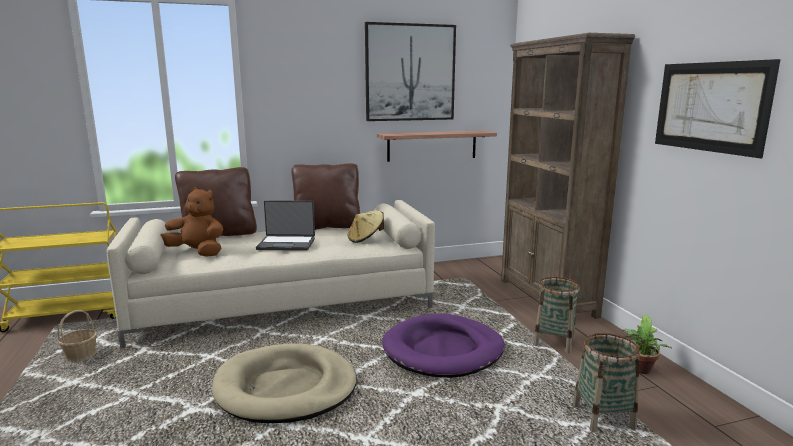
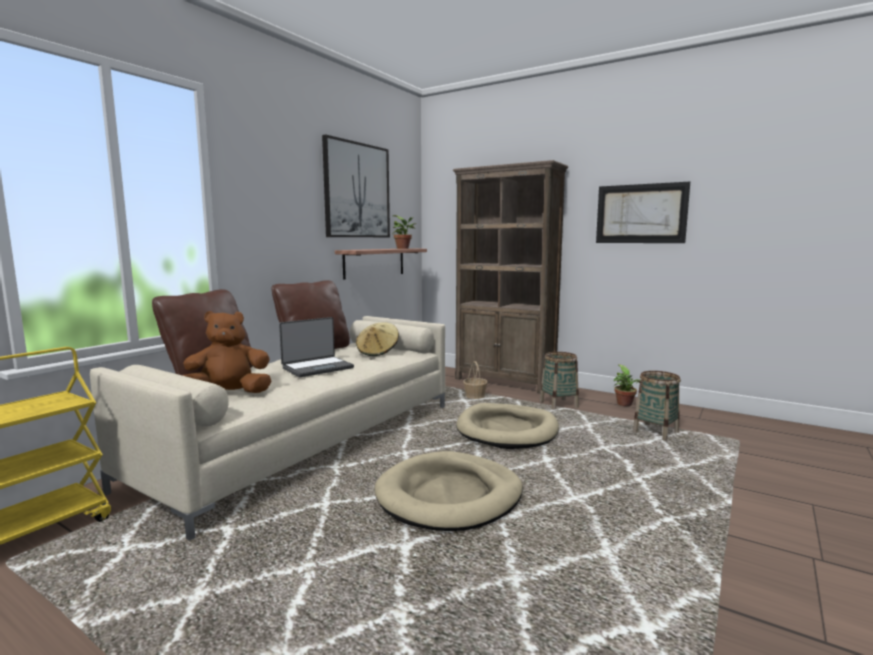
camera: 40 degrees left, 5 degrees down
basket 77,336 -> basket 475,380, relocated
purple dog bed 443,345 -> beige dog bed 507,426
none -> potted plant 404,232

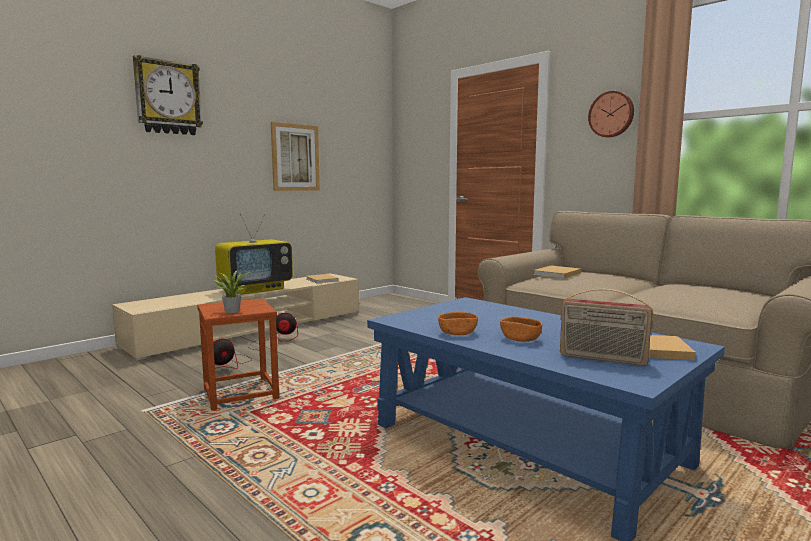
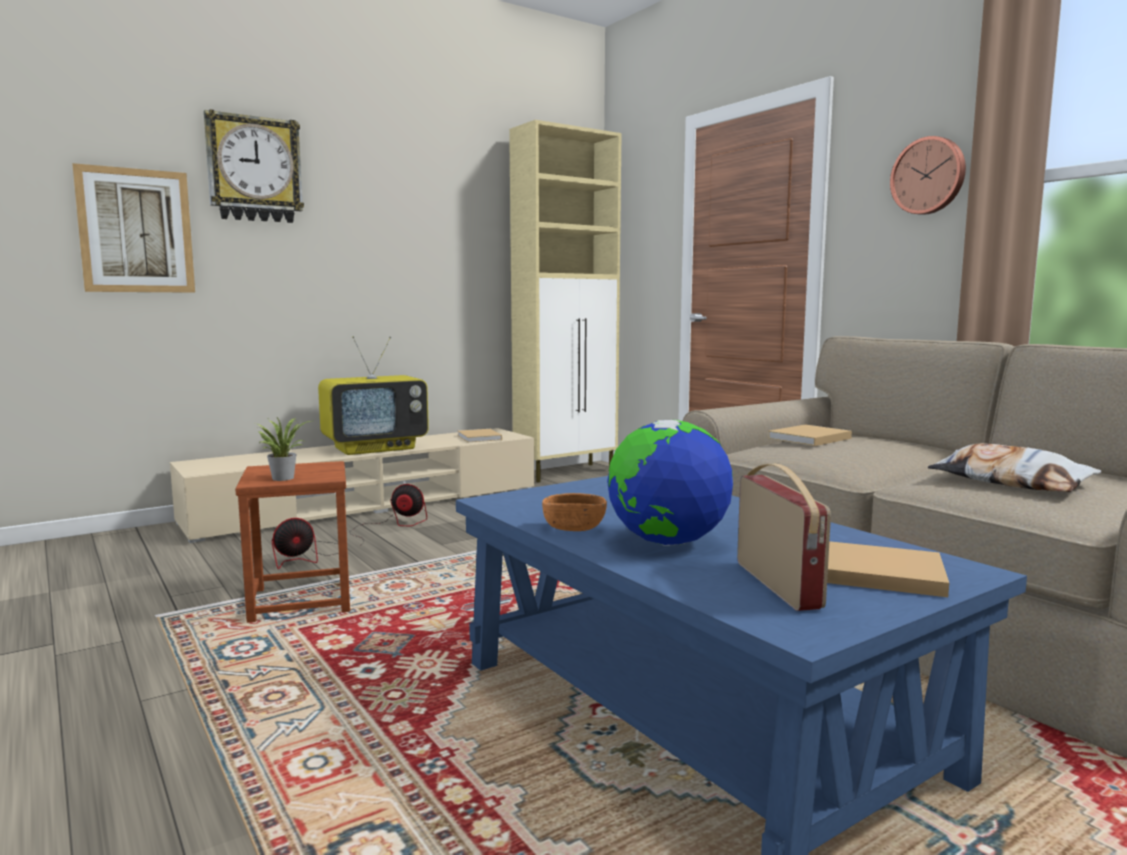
camera: 10 degrees right, 0 degrees up
picture 295,156 -> picture 133,228, relocated
radio 606,327 -> radio 784,537, 135 degrees counterclockwise
orange bowl 521,329 -> globe 670,483
none -> beige cabinet 565,301
none -> pillow 1014,467

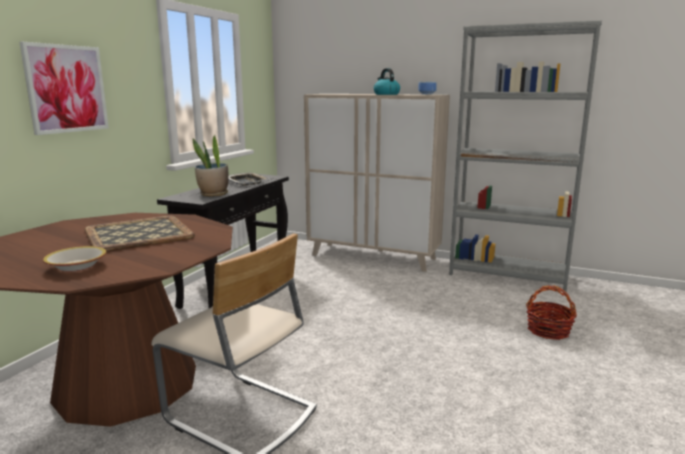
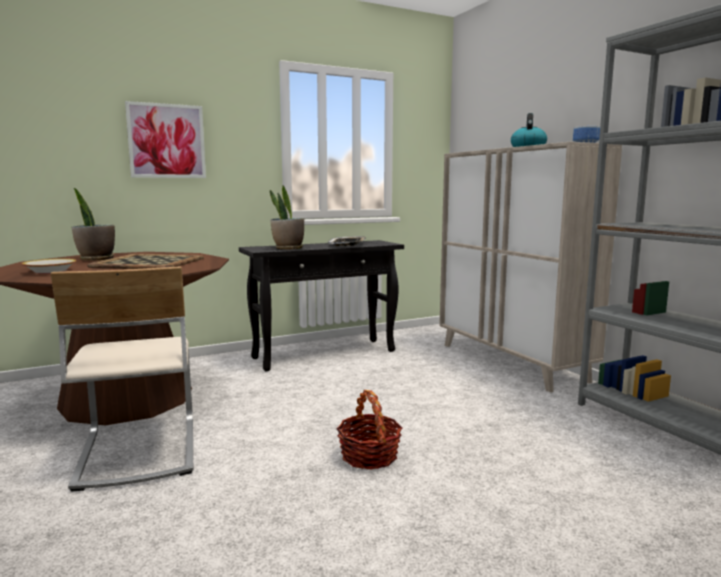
camera: 40 degrees right, 5 degrees down
basket 551,313 -> basket 369,429, relocated
none -> potted plant 93,224

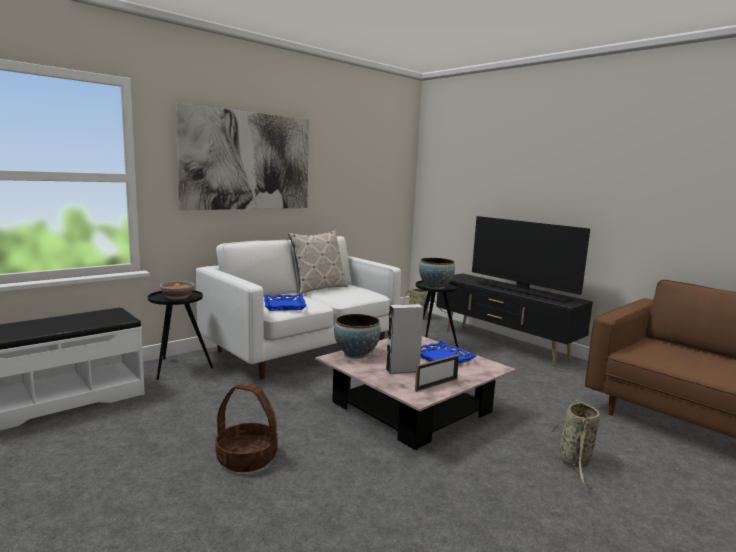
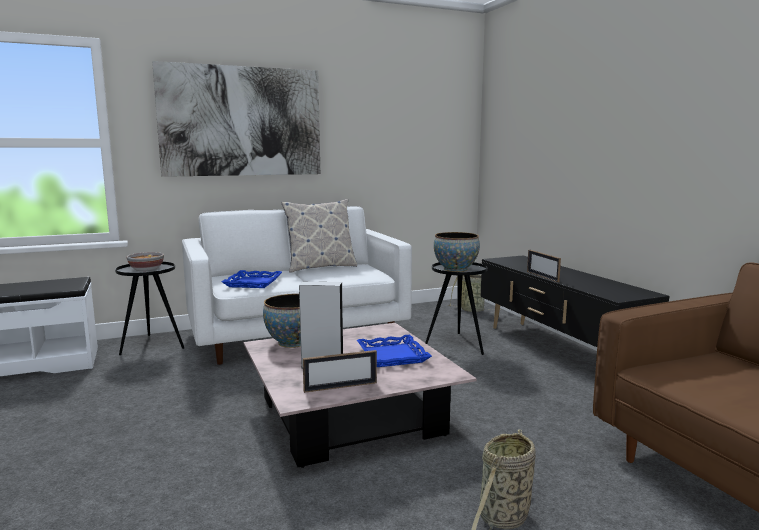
camera: 20 degrees right, 0 degrees up
television 531,259 -> none
basket 246,427 -> none
none -> picture frame 544,266

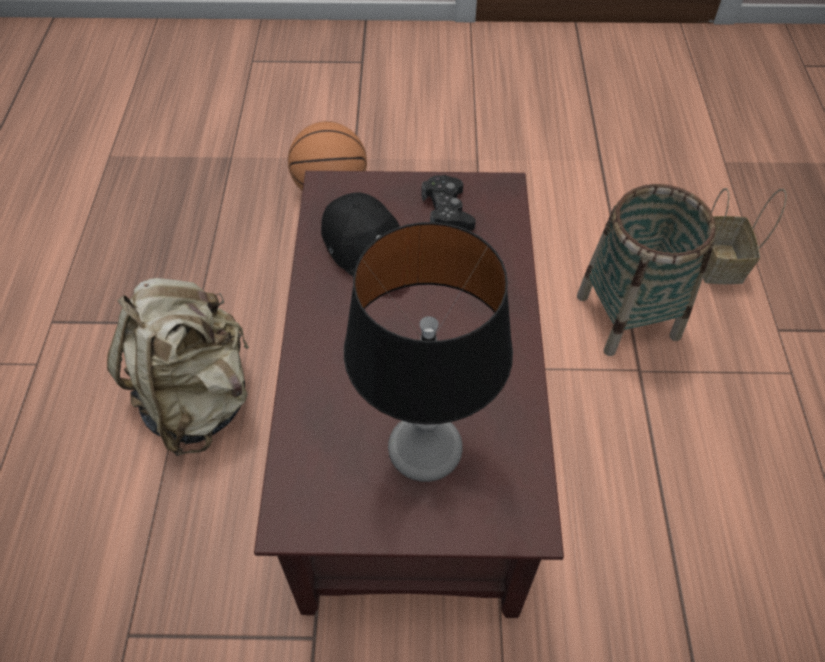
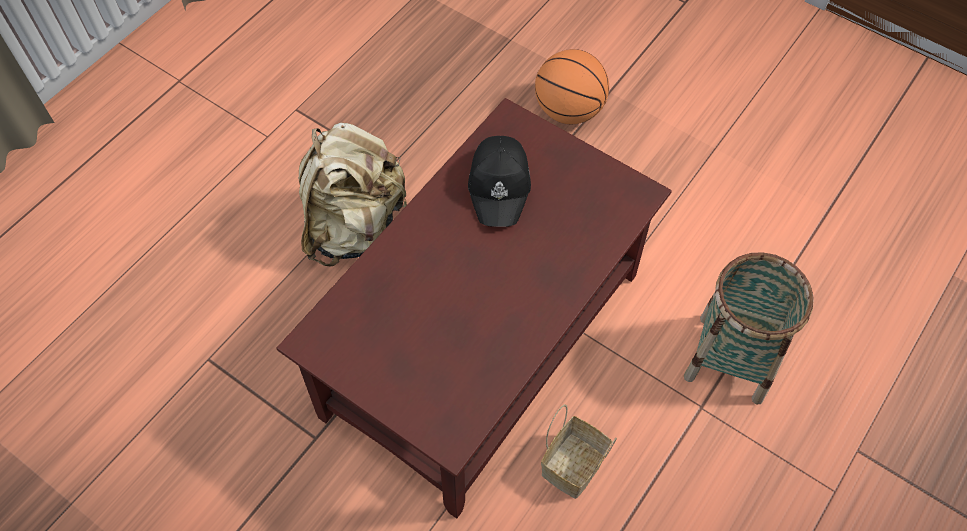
camera: 35 degrees right, 5 degrees up
black game controller 448,203 -> none
basket 745,236 -> basket 579,451, relocated
table lamp 428,352 -> none

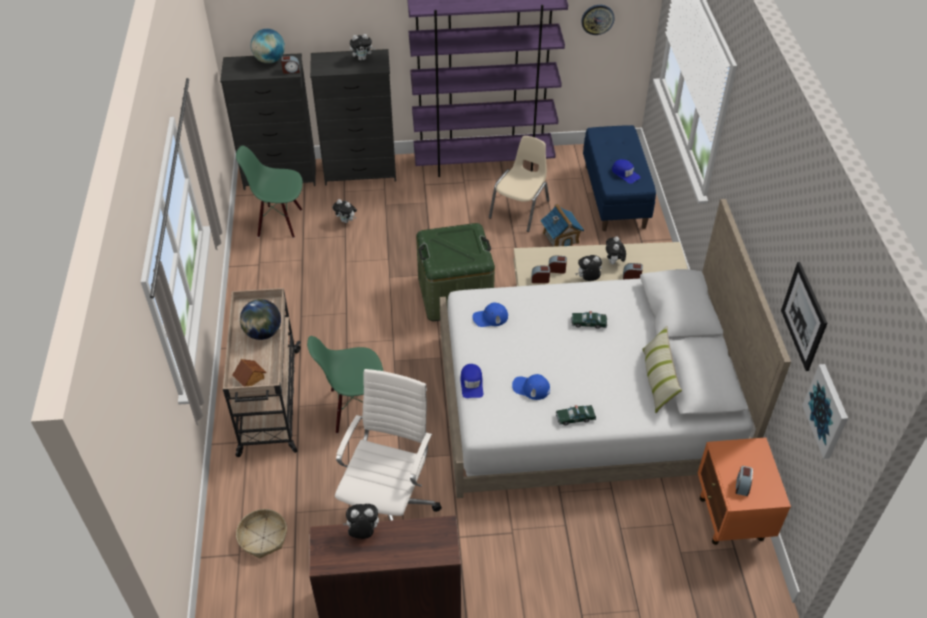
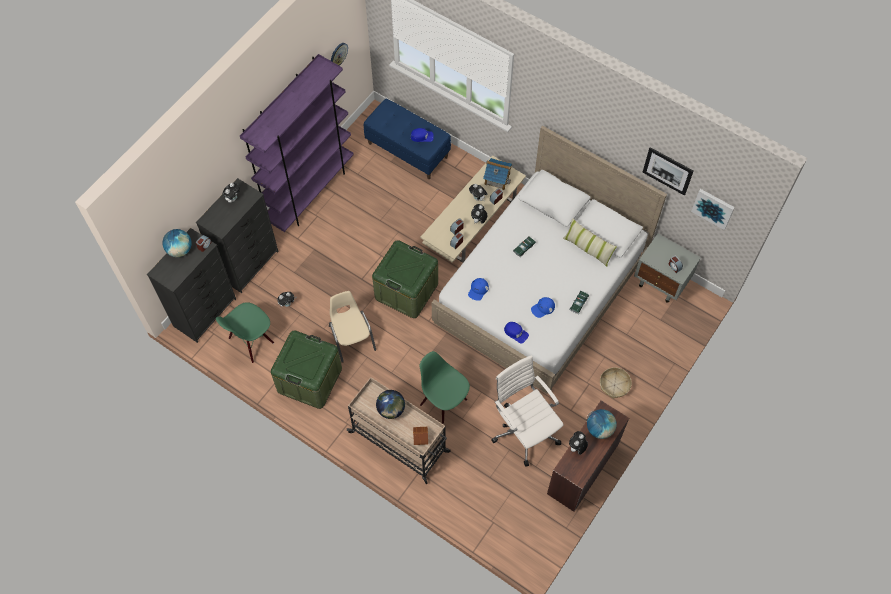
camera: 50 degrees left, 15 degrees up
beige chair 519,184 -> beige chair 352,327, relocated
toy house 562,225 -> toy house 497,174, relocated
green chair 345,385 -> green chair 445,387, 105 degrees clockwise
orange nightstand 744,491 -> grey nightstand 667,268
basket 261,533 -> basket 616,382, relocated
none -> green storage box 306,369
none -> globe 602,424

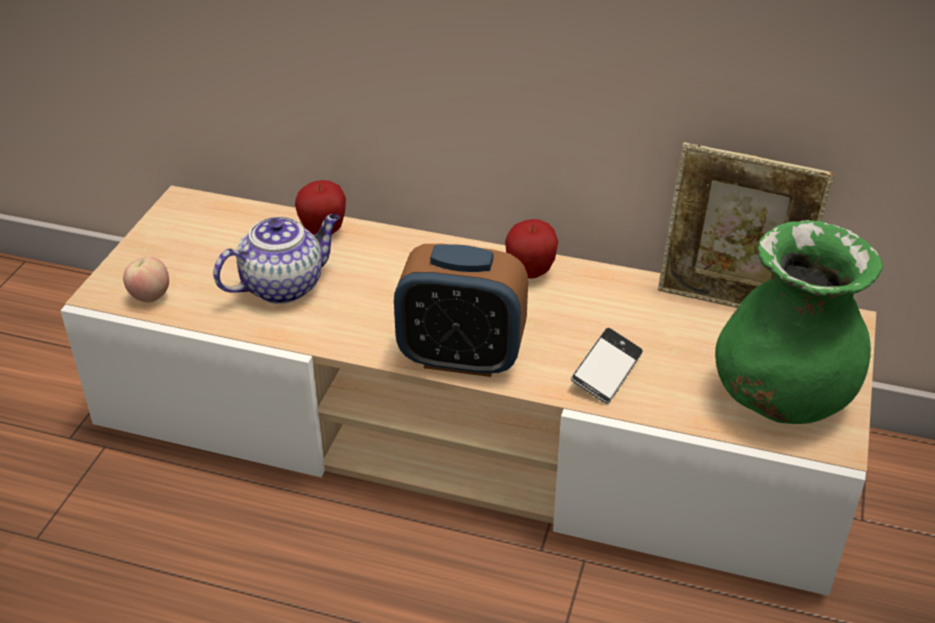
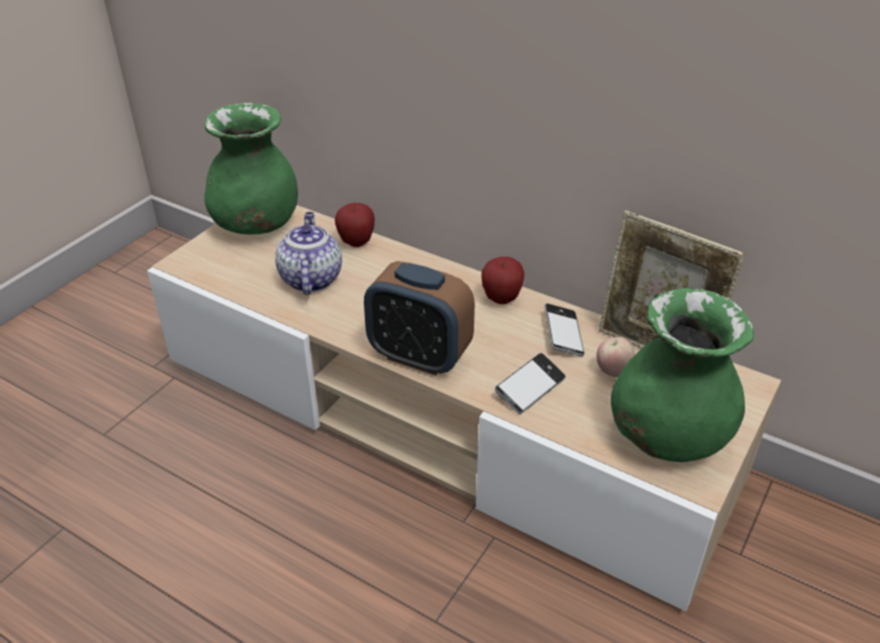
camera: 15 degrees right, 0 degrees up
teapot 276,259 -> teapot 308,253, 75 degrees counterclockwise
apple 146,279 -> apple 615,357, relocated
none -> green vase 251,169
none -> phone 564,329

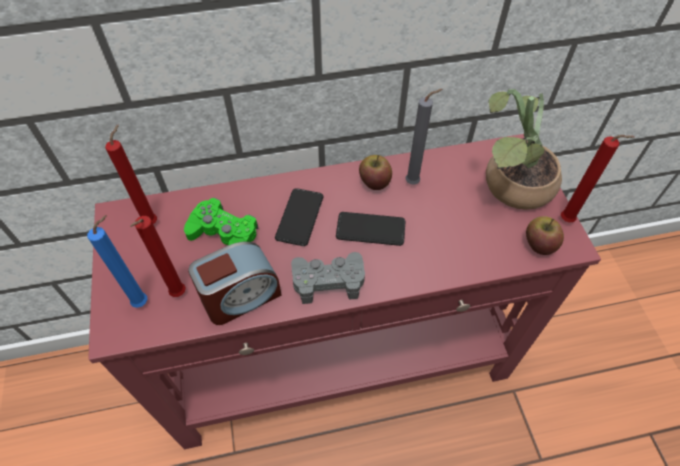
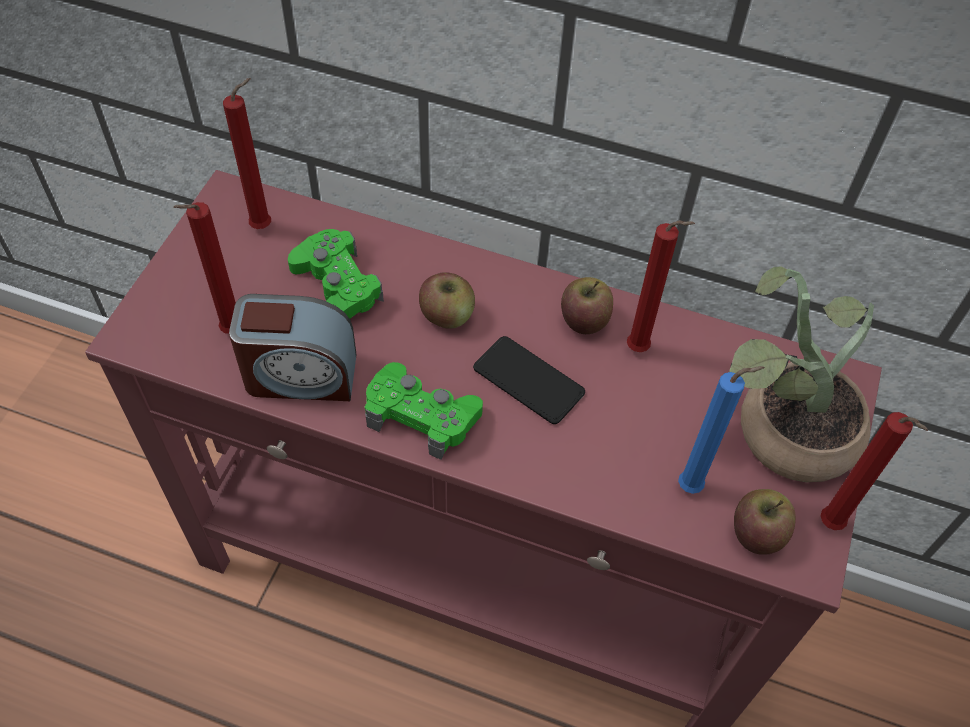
camera: 30 degrees right, 0 degrees up
grey candle 424,137 -> red candle 661,286
phone 299,217 -> apple 447,300
blue candle 117,261 -> blue candle 721,430, relocated
grey game controller 328,278 -> green game controller 424,411

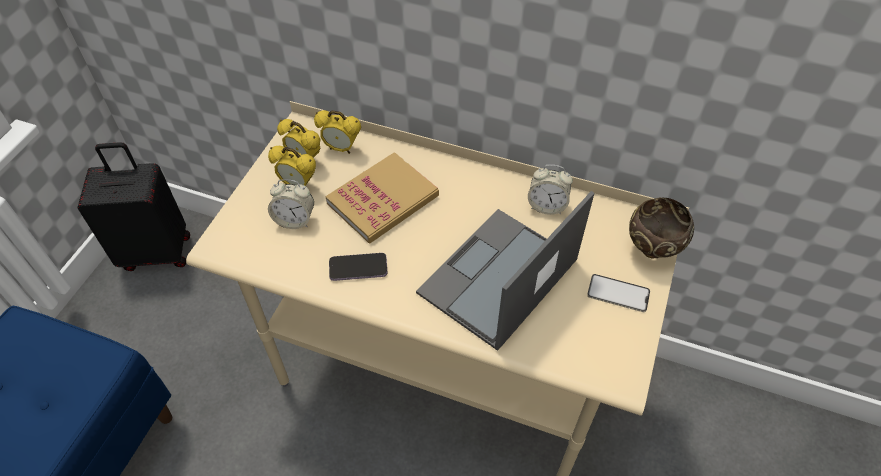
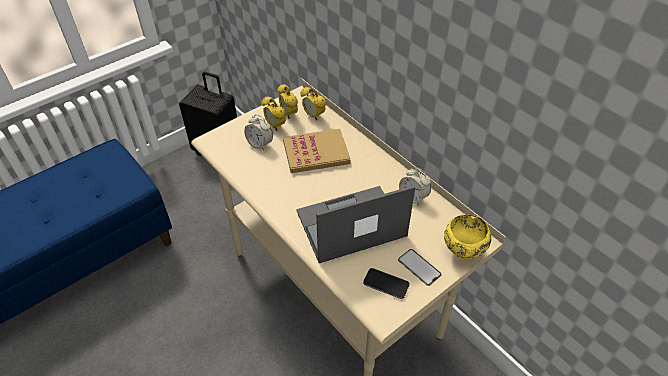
camera: 30 degrees right, 5 degrees down
brown bowl 661,227 -> yellow bowl 467,237
phone 358,267 -> phone 386,283, relocated

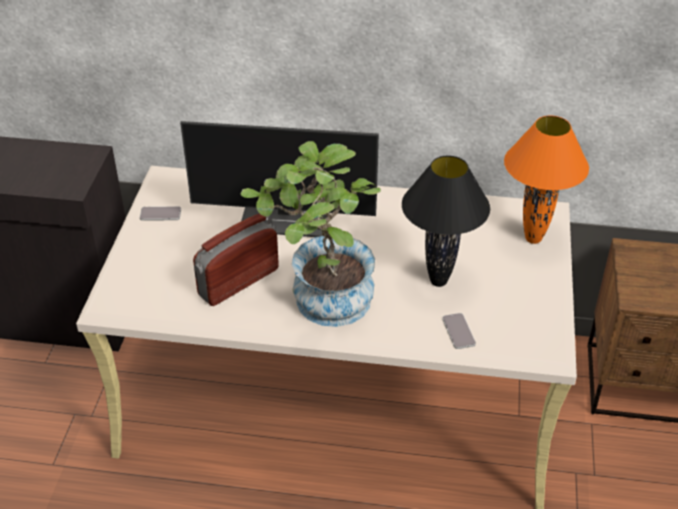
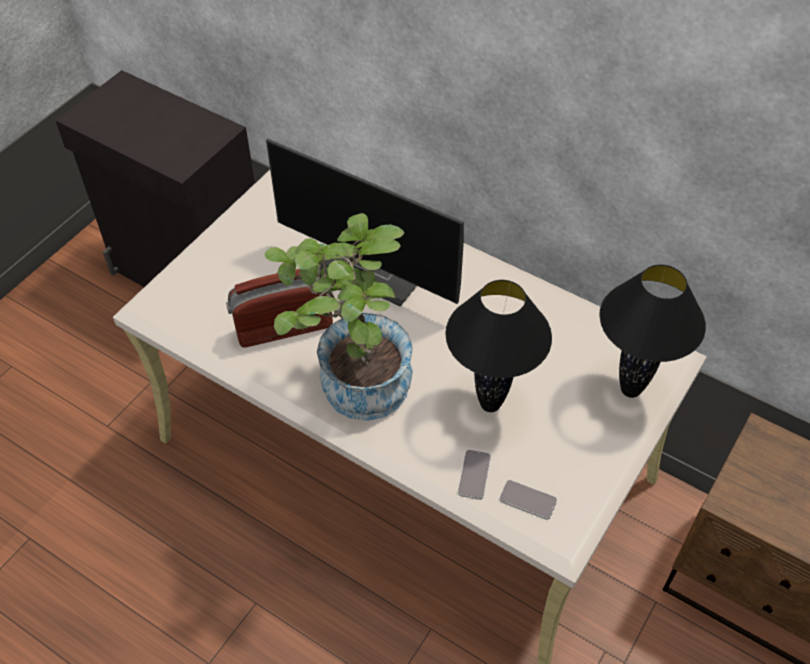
camera: 25 degrees right, 10 degrees up
orange table lamp 546,180 -> black table lamp 652,331
phone 160,213 -> phone 528,500, relocated

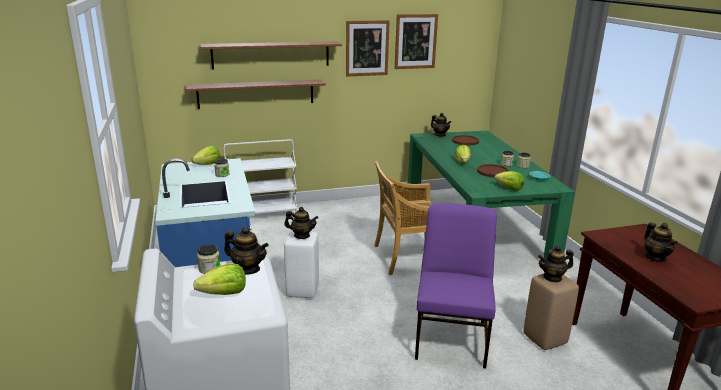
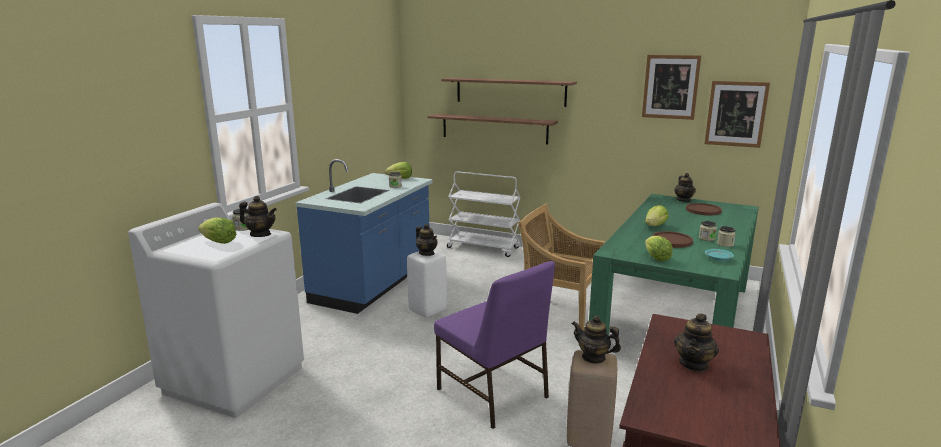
camera: 40 degrees right, 5 degrees down
picture 368,48 -> picture 737,114, relocated
purple chair 456,285 -> purple chair 494,345, 90 degrees clockwise
teapot 246,251 -> teapot 258,216, 45 degrees counterclockwise

